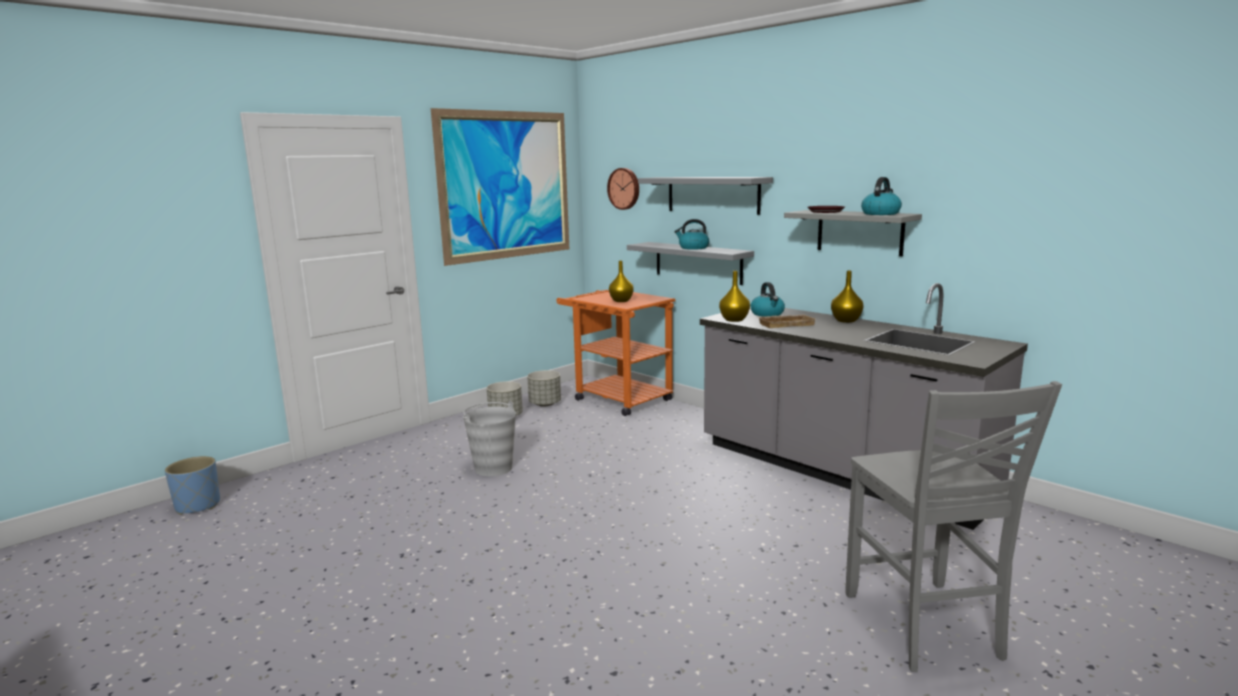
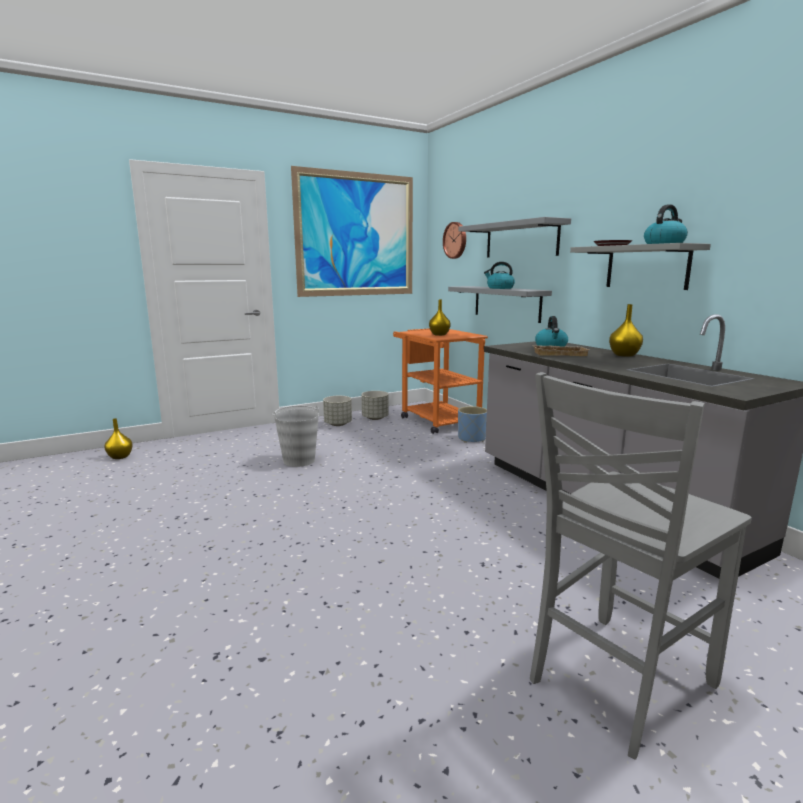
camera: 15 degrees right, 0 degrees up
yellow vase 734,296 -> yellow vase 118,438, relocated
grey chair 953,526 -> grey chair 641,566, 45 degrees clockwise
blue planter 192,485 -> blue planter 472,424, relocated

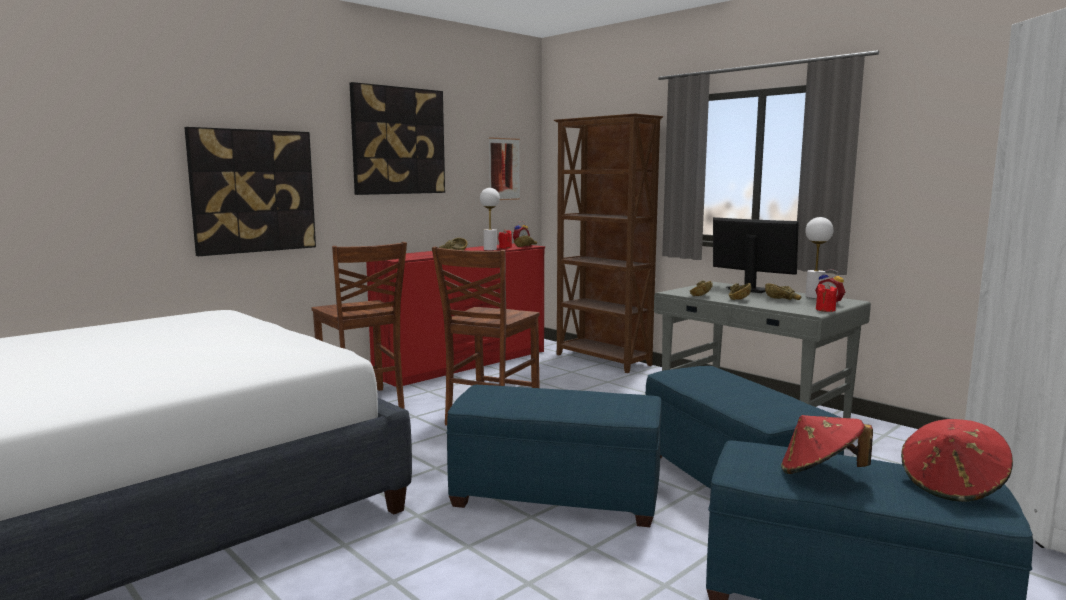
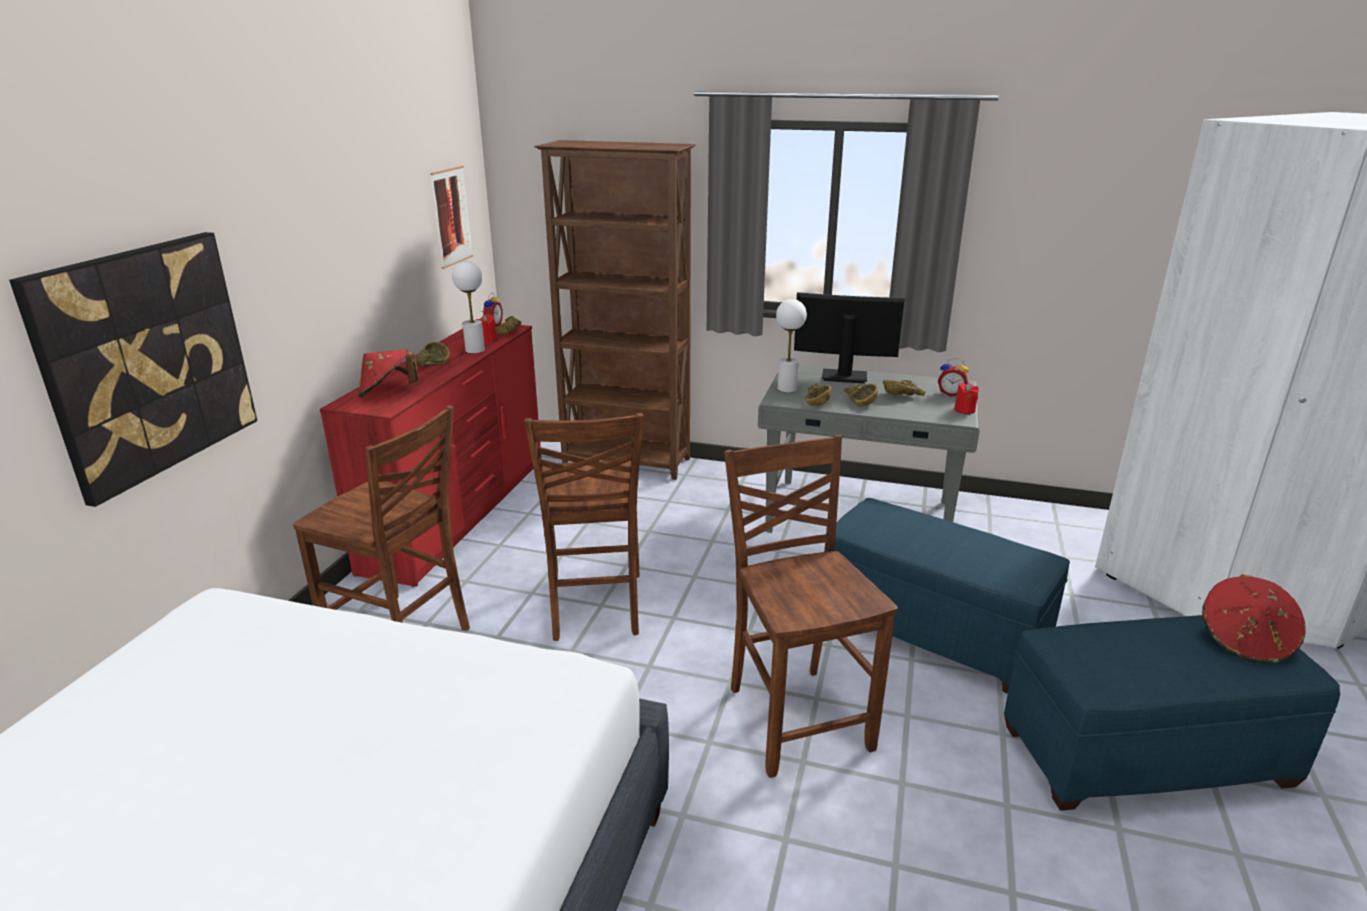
camera: 30 degrees left, 15 degrees up
picture 397,138 -> none
white table lamp 819,257 -> white table lamp 791,346, relocated
blue ottoman 554,456 -> brown chair 810,606
red hat 827,444 -> red hat 387,373, relocated

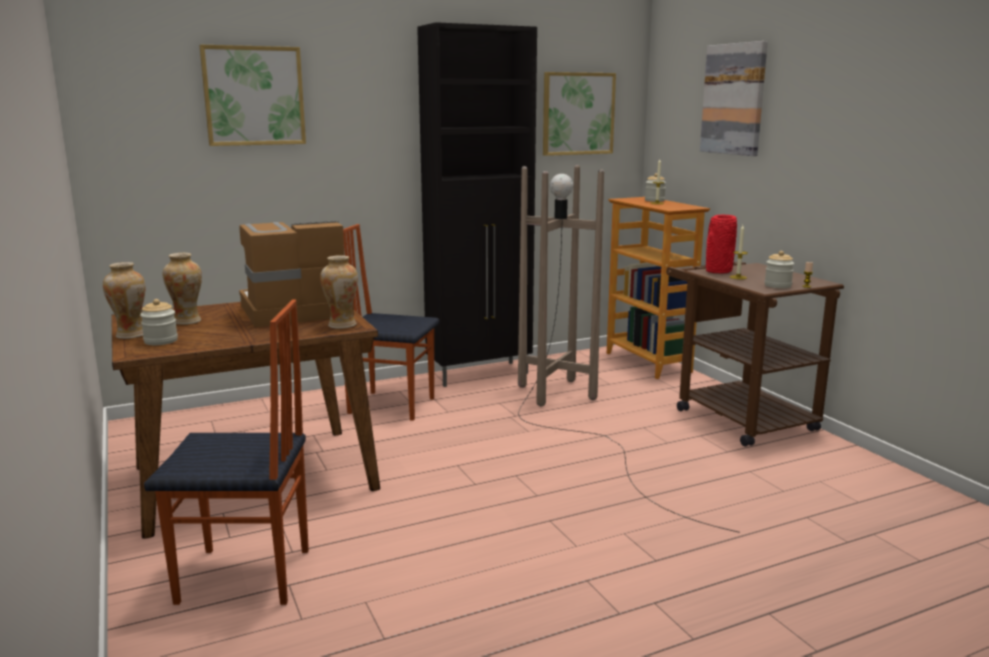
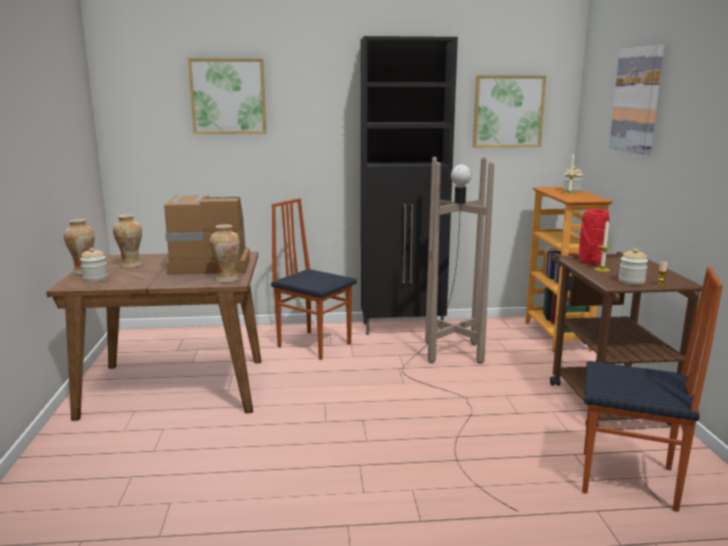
camera: 20 degrees right, 0 degrees up
chair 226,452 -> chair 652,389, relocated

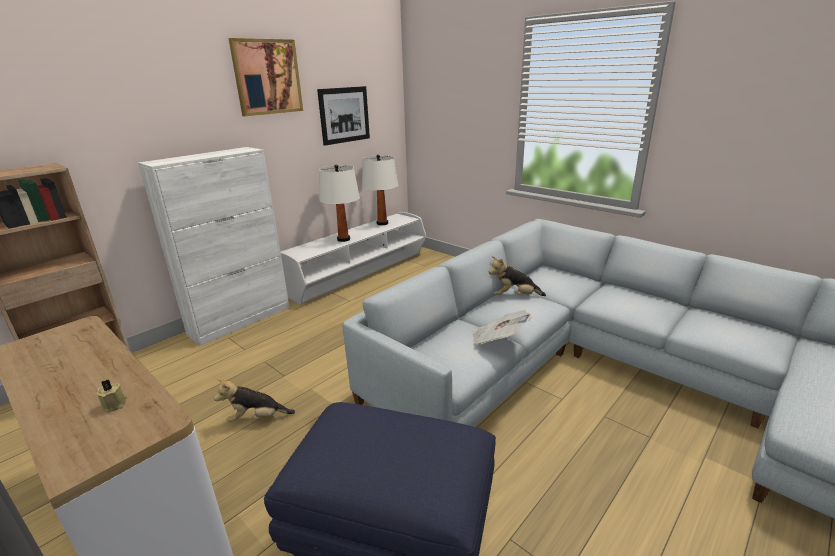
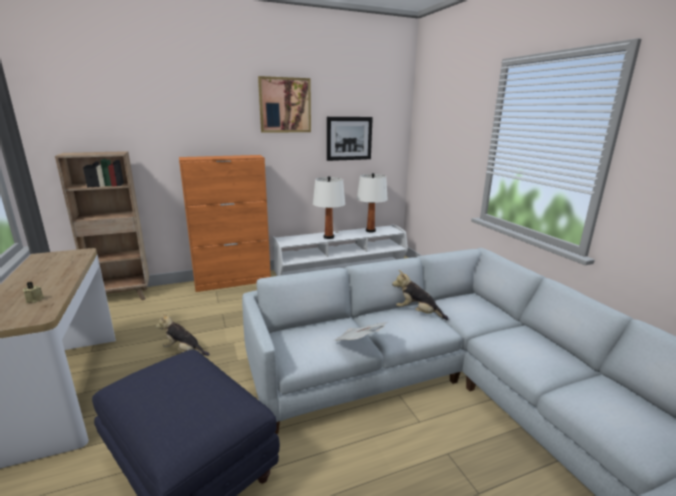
camera: 25 degrees right, 5 degrees down
white cabinet 214,246 -> orange cabinet 225,223

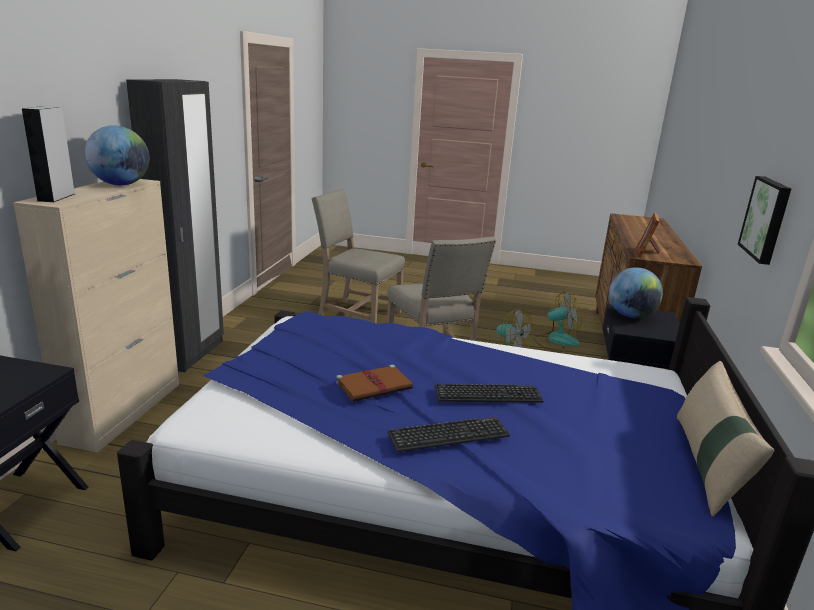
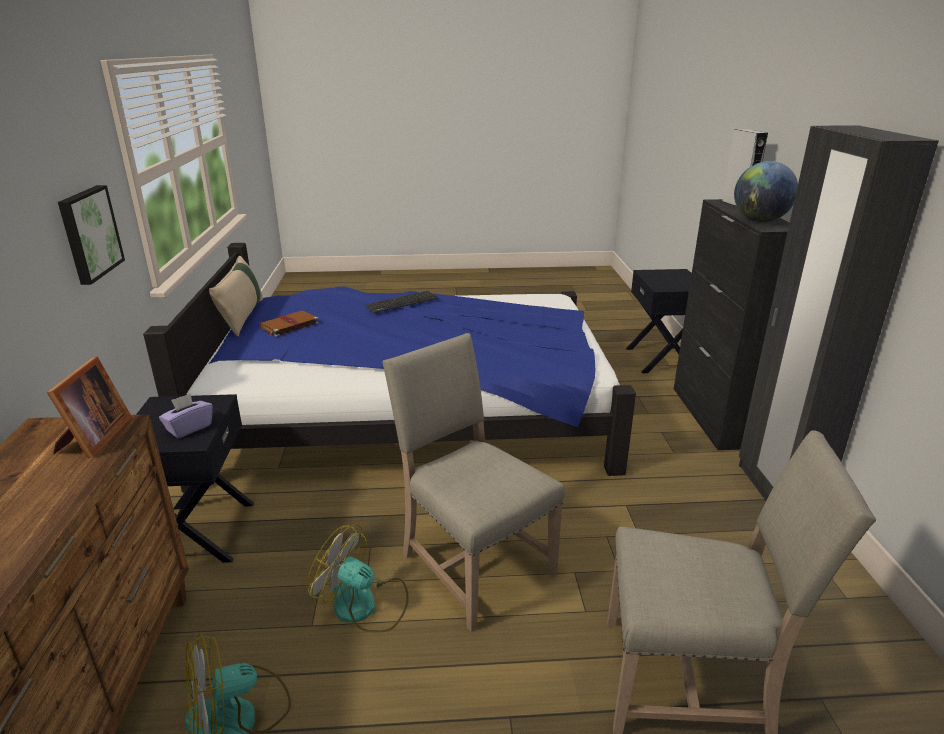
camera: 165 degrees right, 5 degrees up
beige cabinet 96,316 -> black cabinet 731,324
globe 636,292 -> purple tissue box 186,415
brown book 374,383 -> brown book 289,323, relocated
keyboard 489,393 -> none

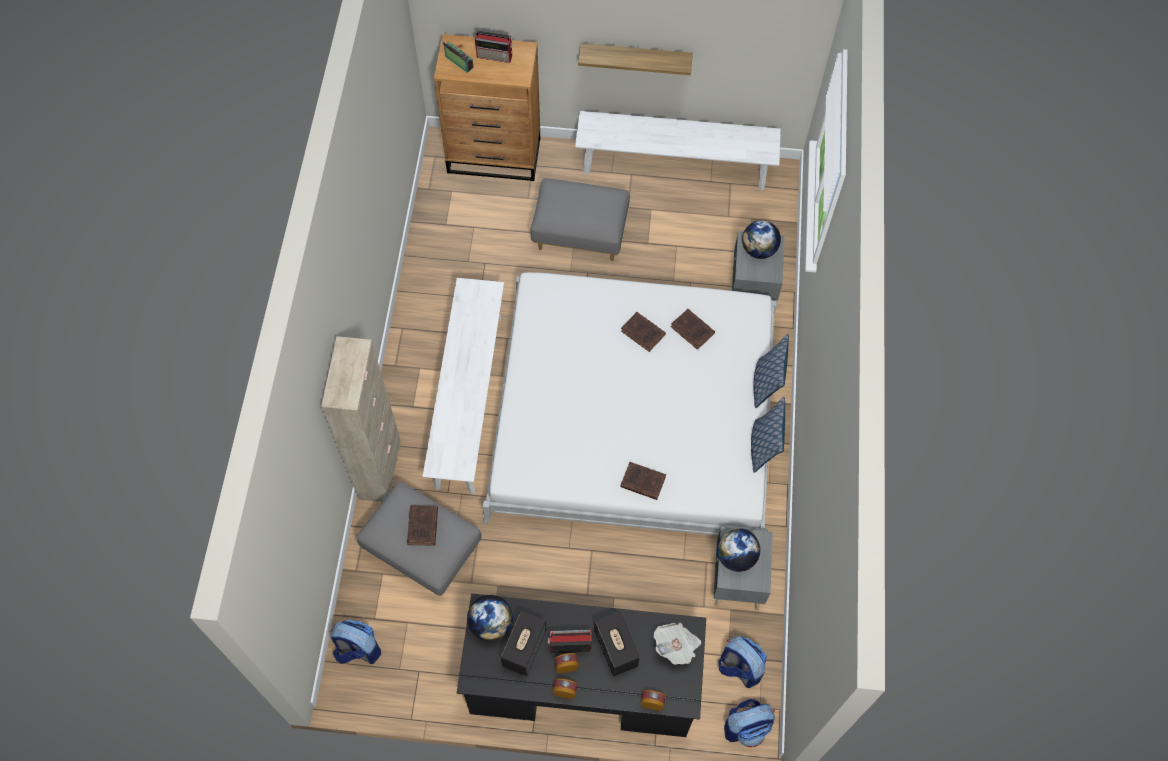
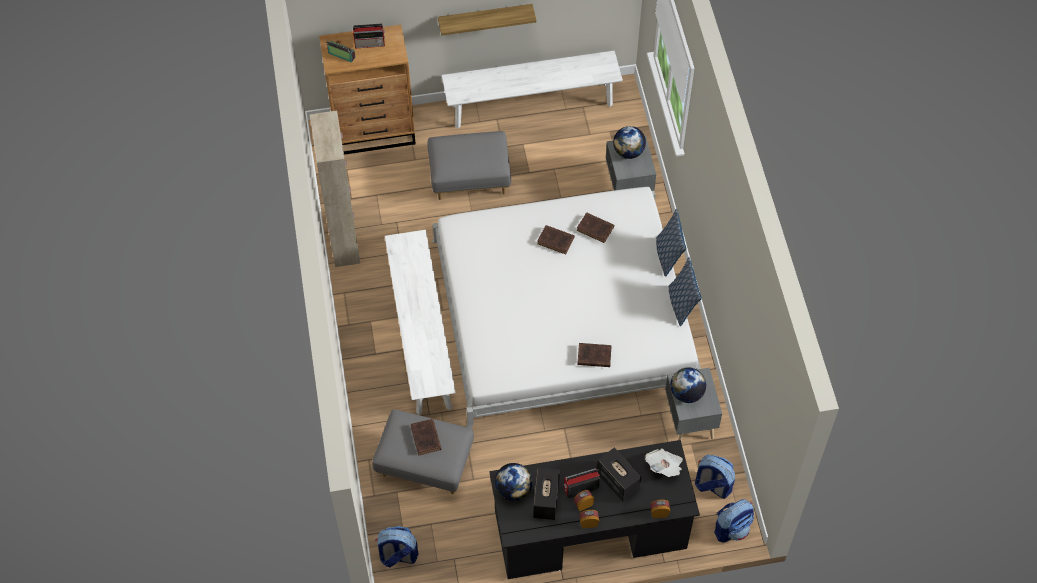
camera: 15 degrees left, 5 degrees down
beige cabinet 361,419 -> beige cabinet 335,188, relocated

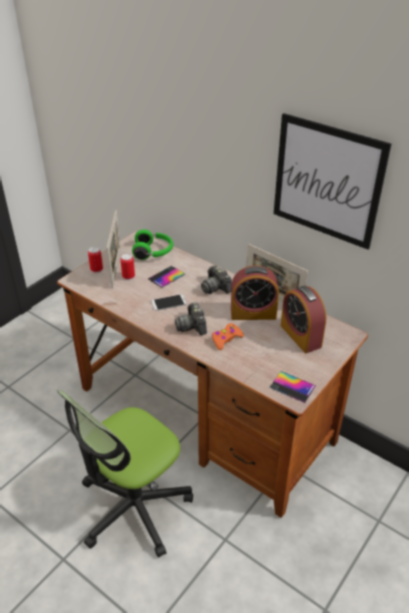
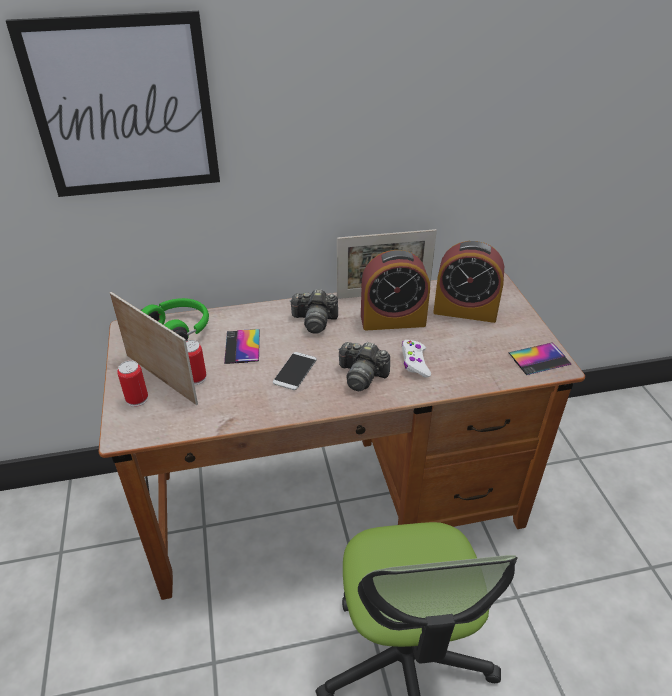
camera: 50 degrees left, 0 degrees up
picture 332,181 -> picture 113,104, relocated
alarm clock 255,292 -> alarm clock 395,290, 45 degrees clockwise
orange game controller 228,336 -> white game controller 416,359

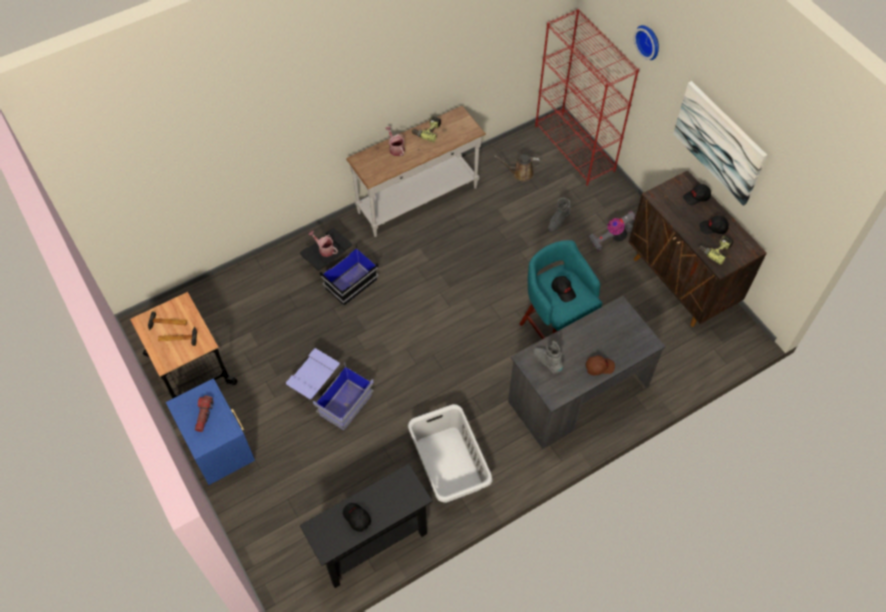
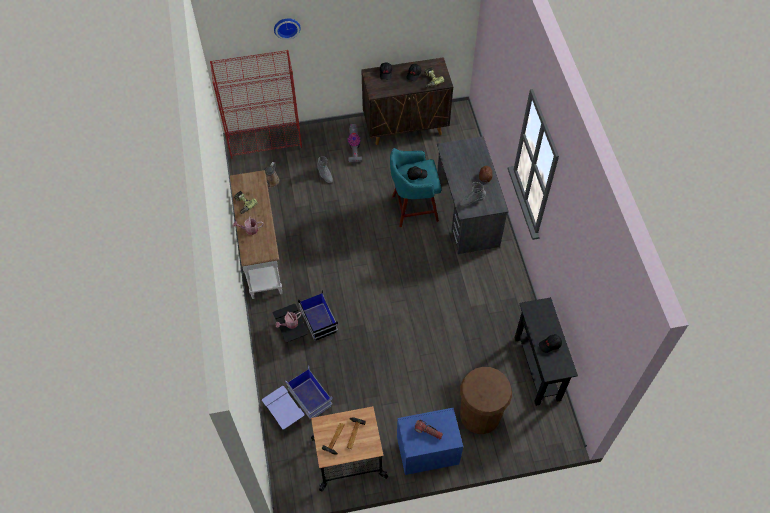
camera: 70 degrees left, 0 degrees up
picture 720,143 -> none
blue storage box 330,389 -> blue storage box 297,398, relocated
grey laundry basket 450,453 -> none
none -> brown trash can 486,400

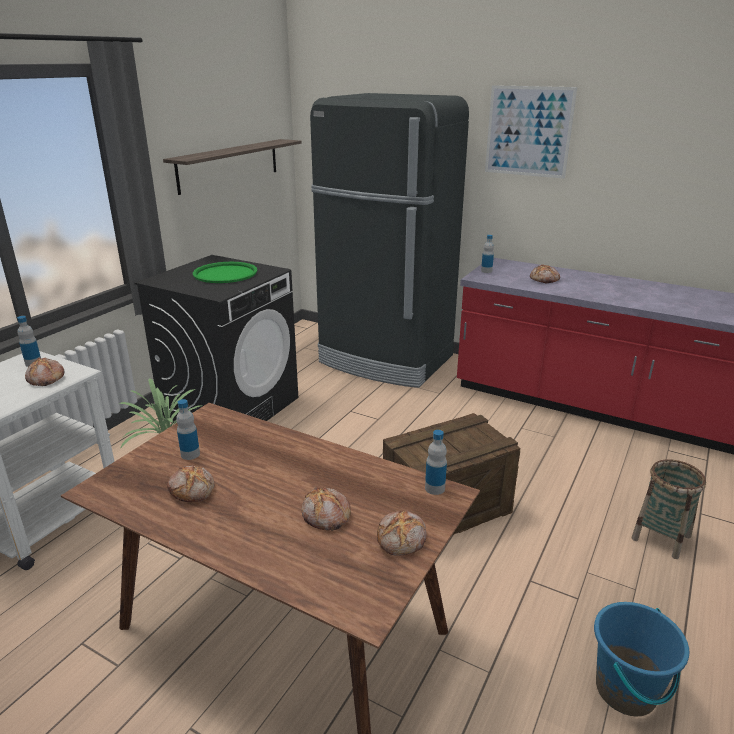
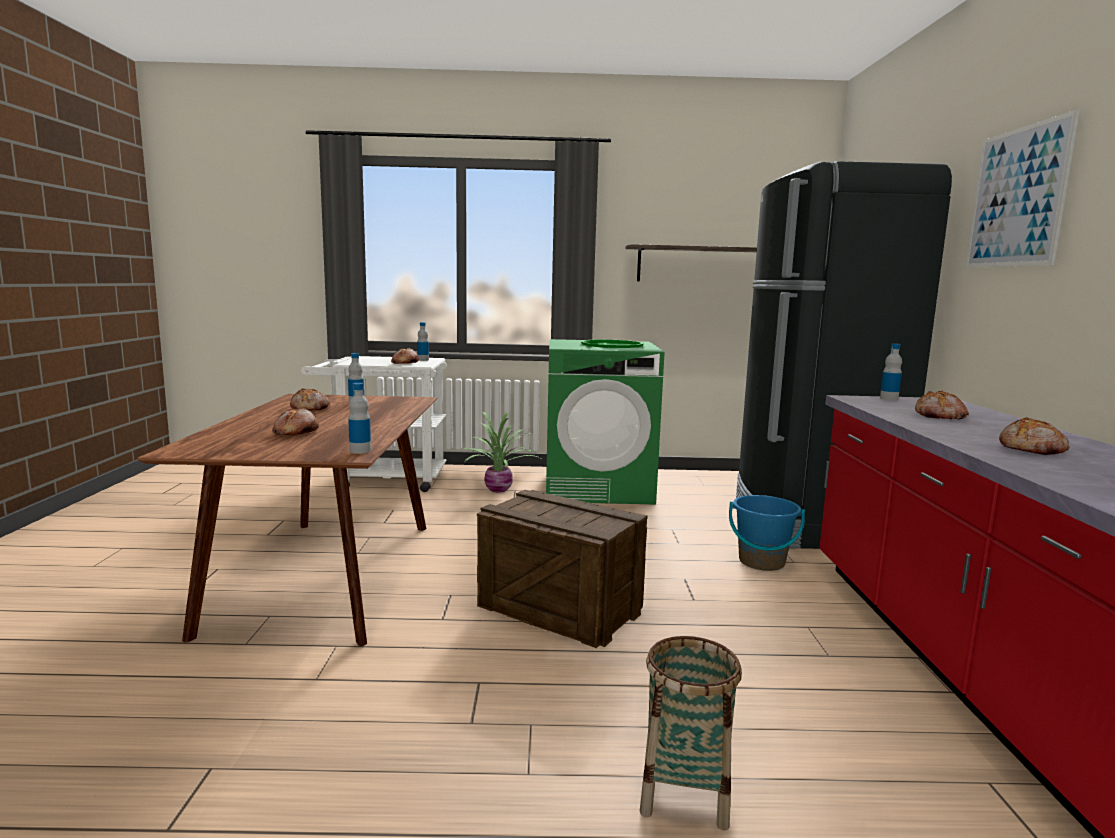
camera: 60 degrees right, 15 degrees down
black washing machine 216,339 -> green washing machine 605,421
bread 402,533 -> bread 1034,436, relocated
blue bucket 641,659 -> blue bucket 767,533, relocated

